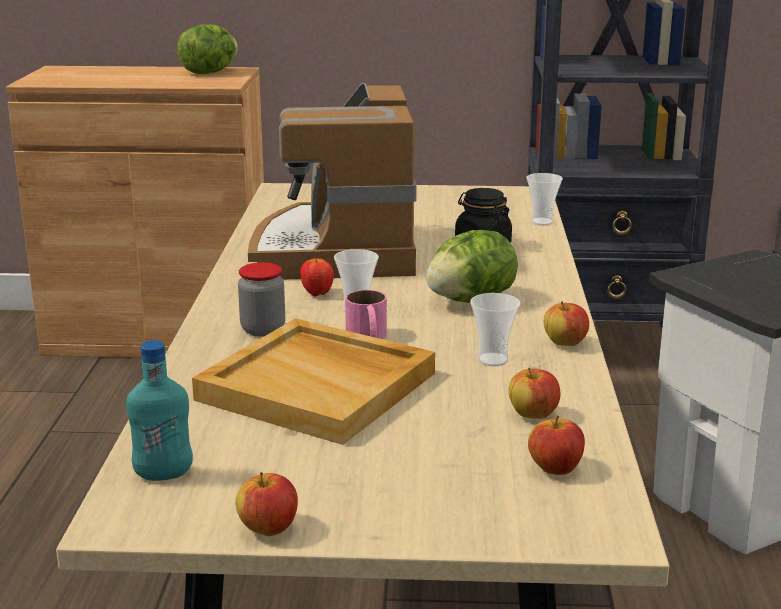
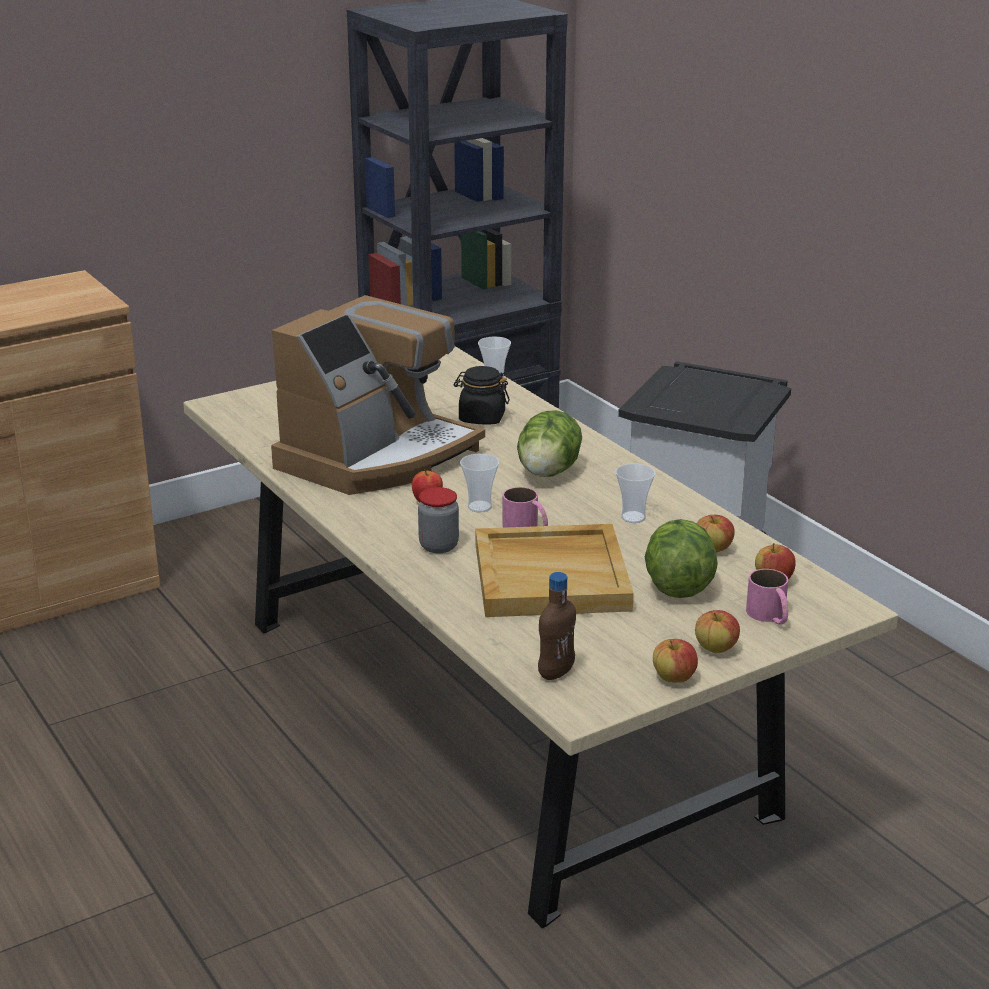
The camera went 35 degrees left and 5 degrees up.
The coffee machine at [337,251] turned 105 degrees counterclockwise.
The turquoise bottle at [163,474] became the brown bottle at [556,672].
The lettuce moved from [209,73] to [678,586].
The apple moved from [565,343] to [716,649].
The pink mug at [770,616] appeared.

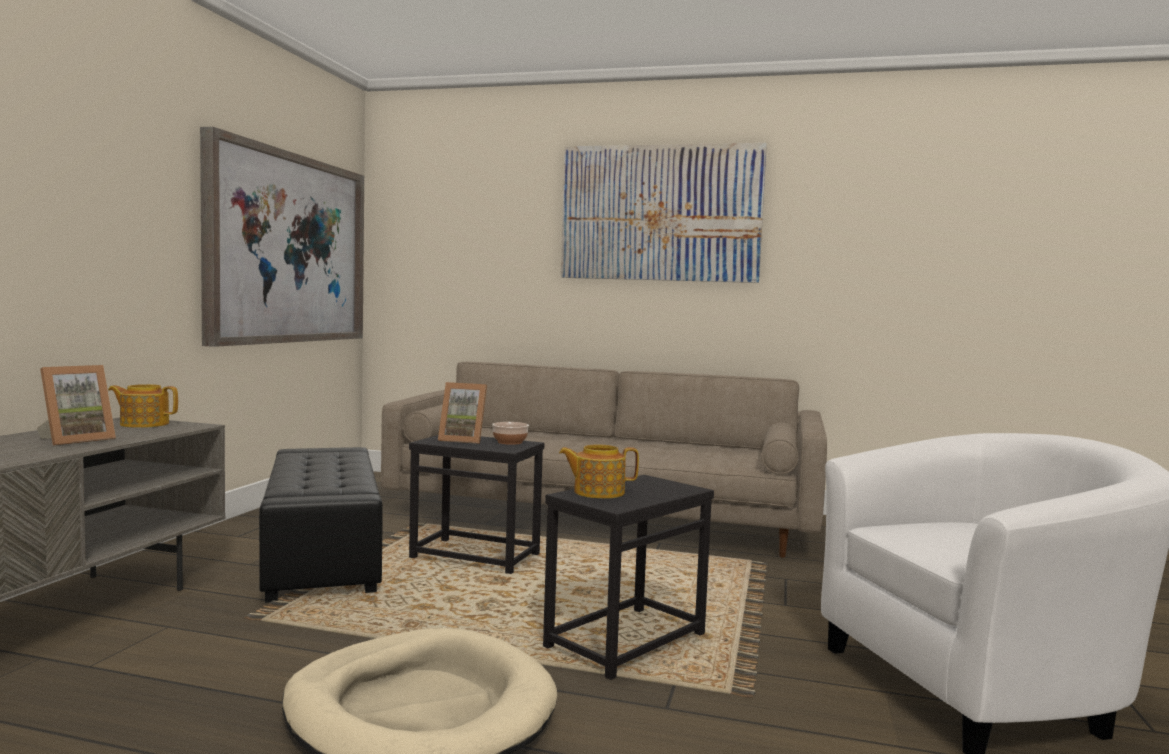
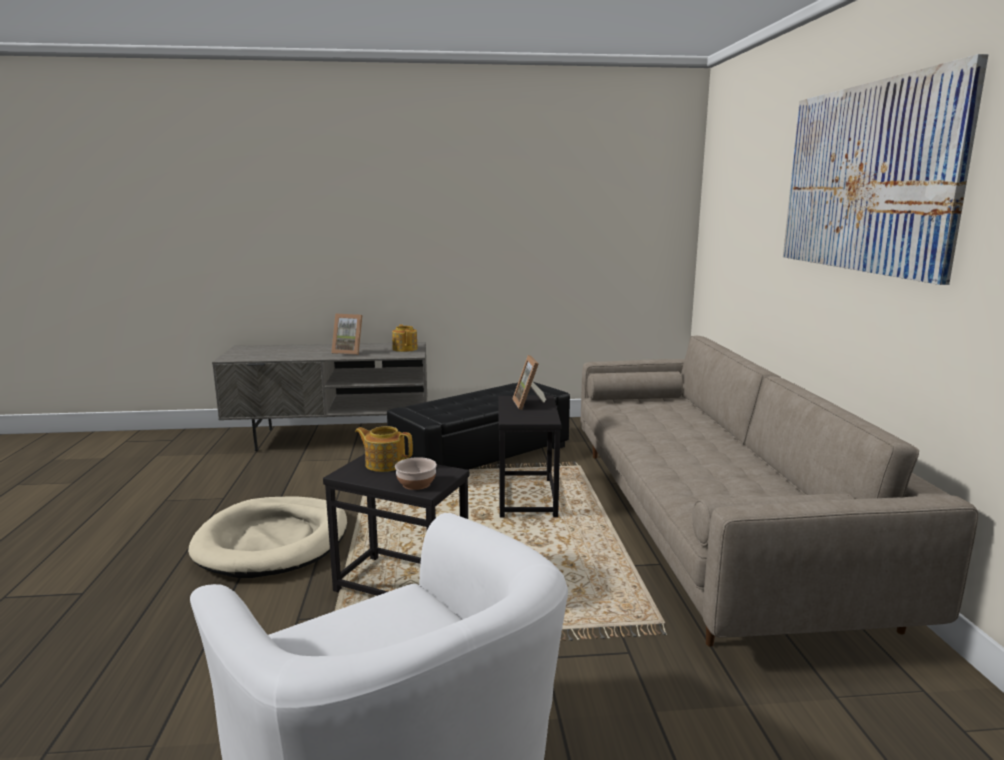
The camera went 70 degrees right and 10 degrees up.
The teapot at [597,492] turned 45 degrees counterclockwise.
The bowl moved from [510,442] to [417,483].
The picture at [288,249] disappeared.

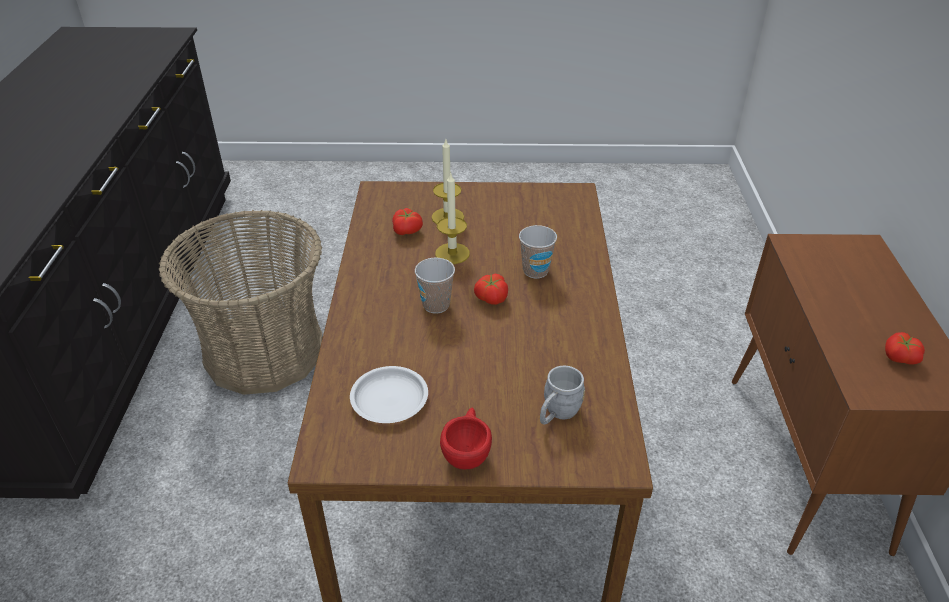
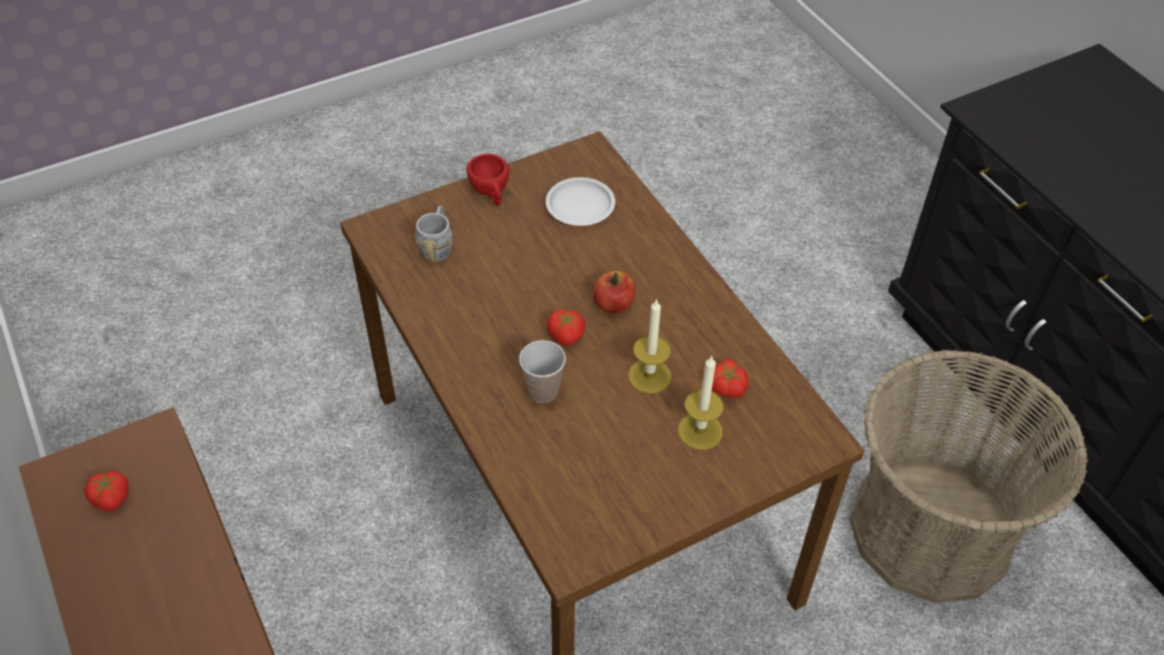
The camera went 150 degrees right and 10 degrees up.
The cup at [436,305] was replaced by the apple at [613,304].

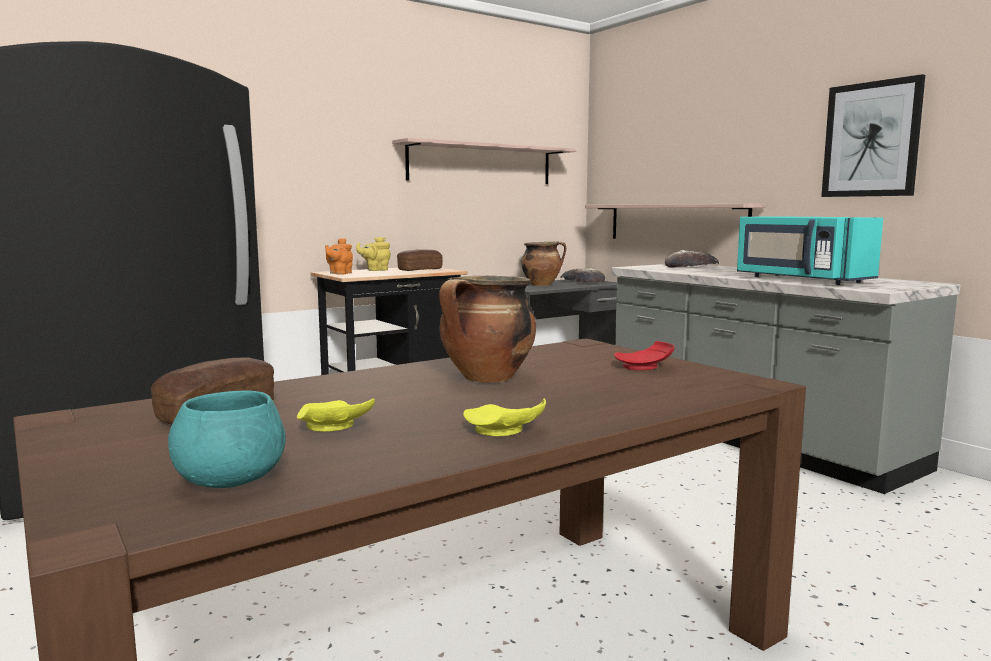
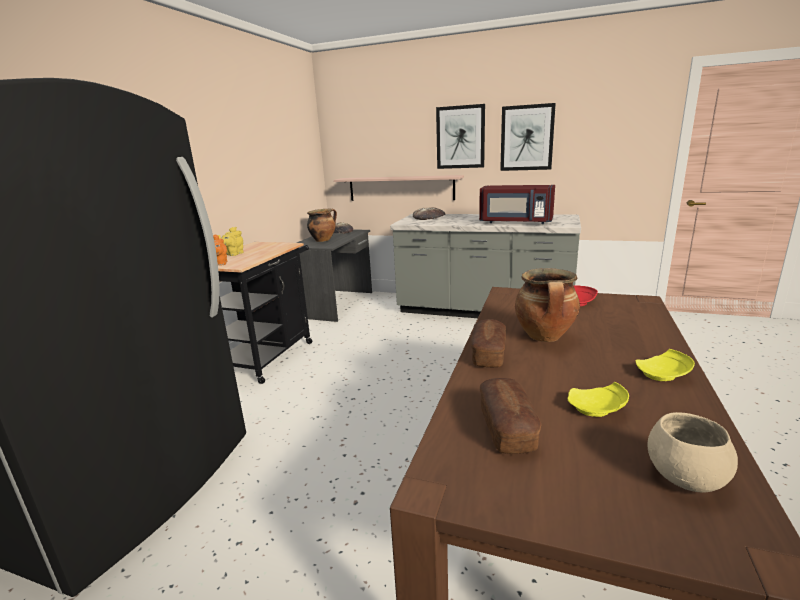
The camera went 35 degrees left and 10 degrees up.
The picture at [460,137] appeared.
The bread moved from [420,269] to [488,354].
The turquoise microwave at [800,279] became the red microwave at [515,222].
The turquoise bowl at [232,481] became the beige bowl at [686,477].
The shelf at [481,164] disappeared.

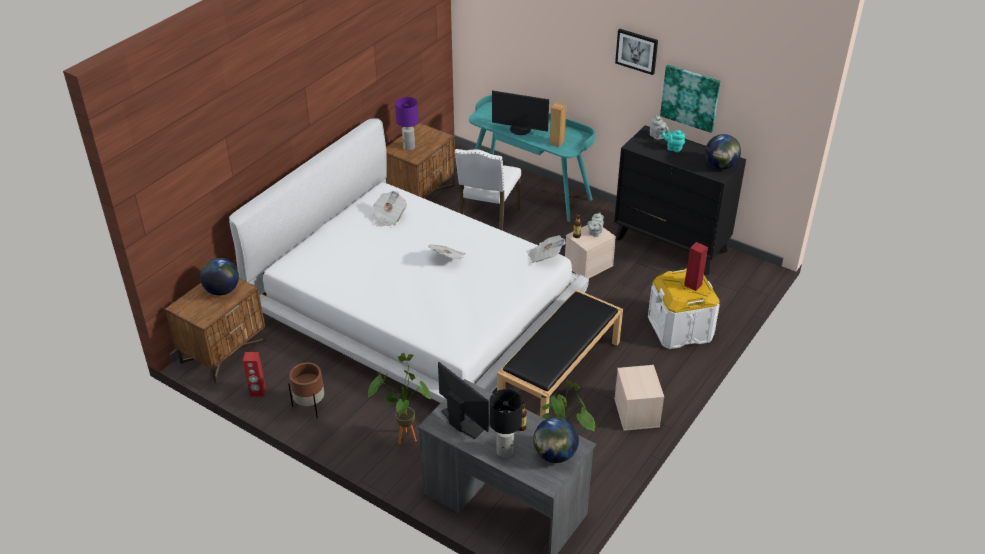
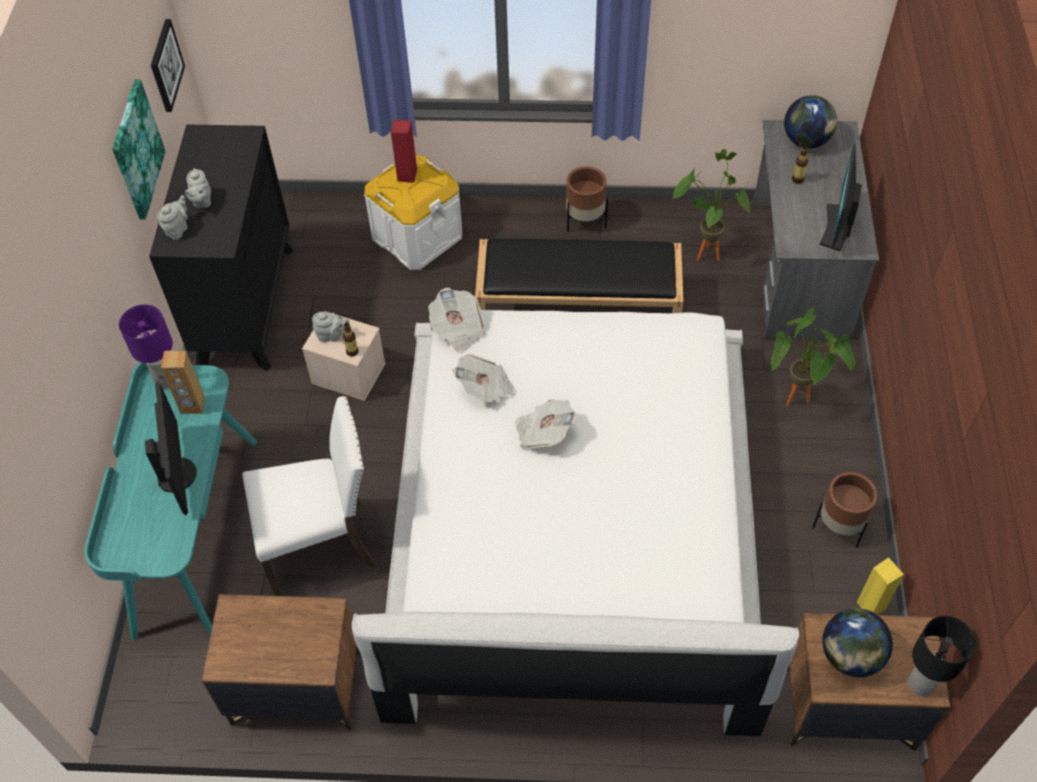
The camera went 120 degrees left and 15 degrees up.
The purple table lamp moved from [409,147] to [166,379].
The picture moved from [637,51] to [165,65].
The turquoise teapot at [673,148] became the grey teapot at [202,202].
The newspaper moved from [388,217] to [486,388].
The beige storage box at [637,413] was replaced by the brown planter at [585,221].
The red speaker at [257,392] became the yellow speaker at [871,605].
The black table lamp moved from [505,451] to [919,683].
The globe at [720,166] disappeared.

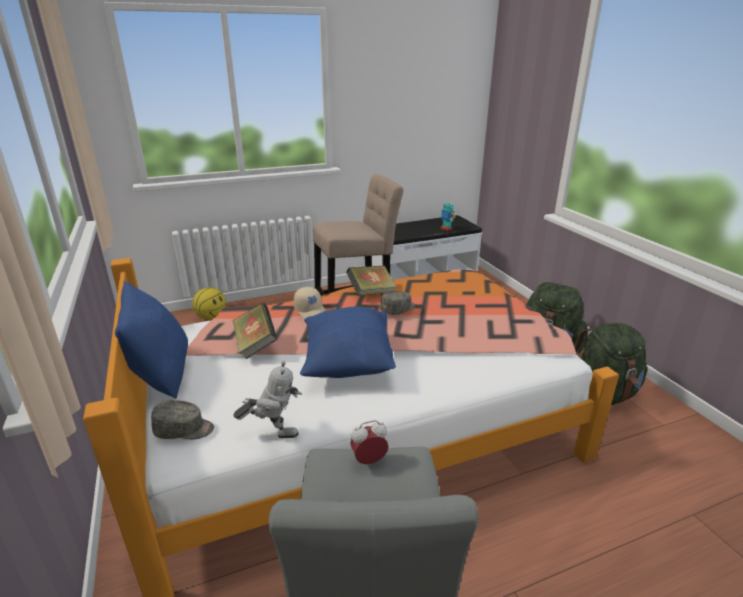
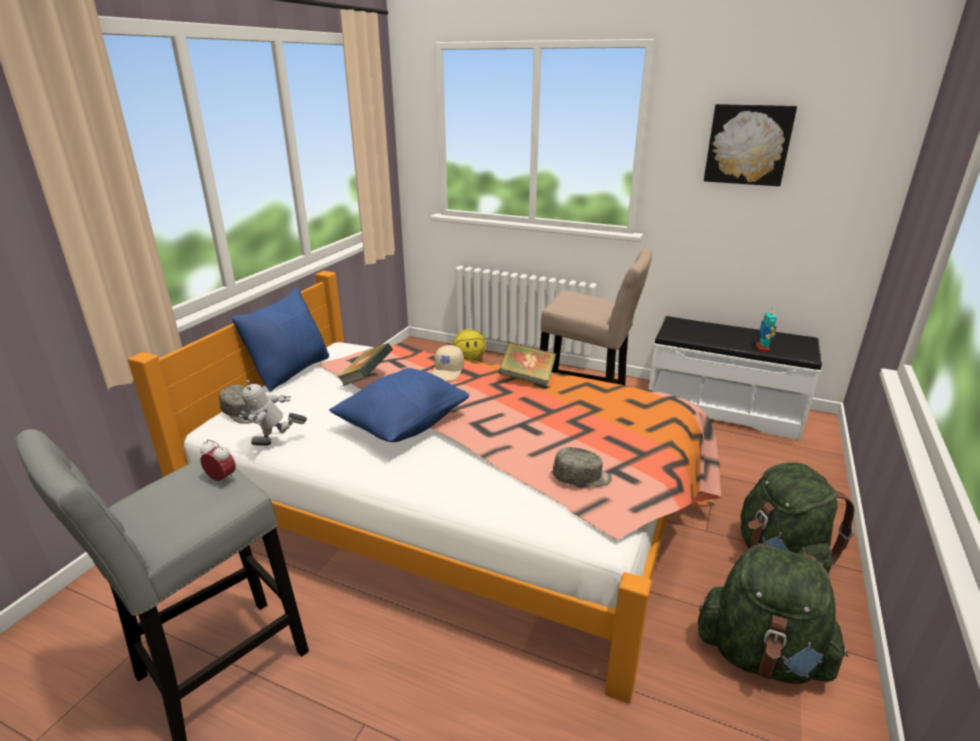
The camera went 45 degrees right and 0 degrees up.
The toy robot at [273,432] turned 120 degrees clockwise.
The grey cap moved from [398,309] to [582,478].
The picture at [748,144] appeared.

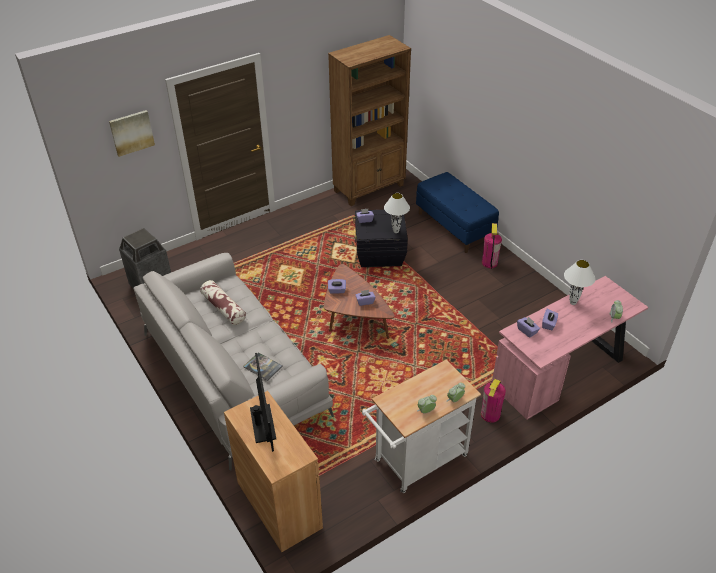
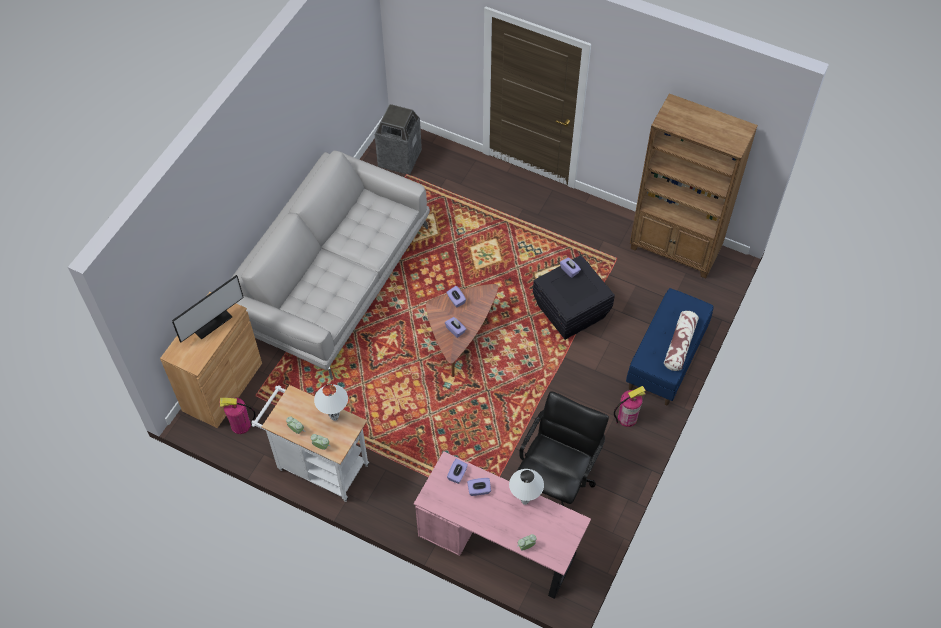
The camera went 60 degrees right and 15 degrees up.
The fire extinguisher moved from [490,414] to [240,425].
The white table lamp moved from [395,231] to [334,417].
The black office chair at [556,479] appeared.
The pillow moved from [223,308] to [680,345].
The picture at [131,132] disappeared.
The book at [263,367] disappeared.

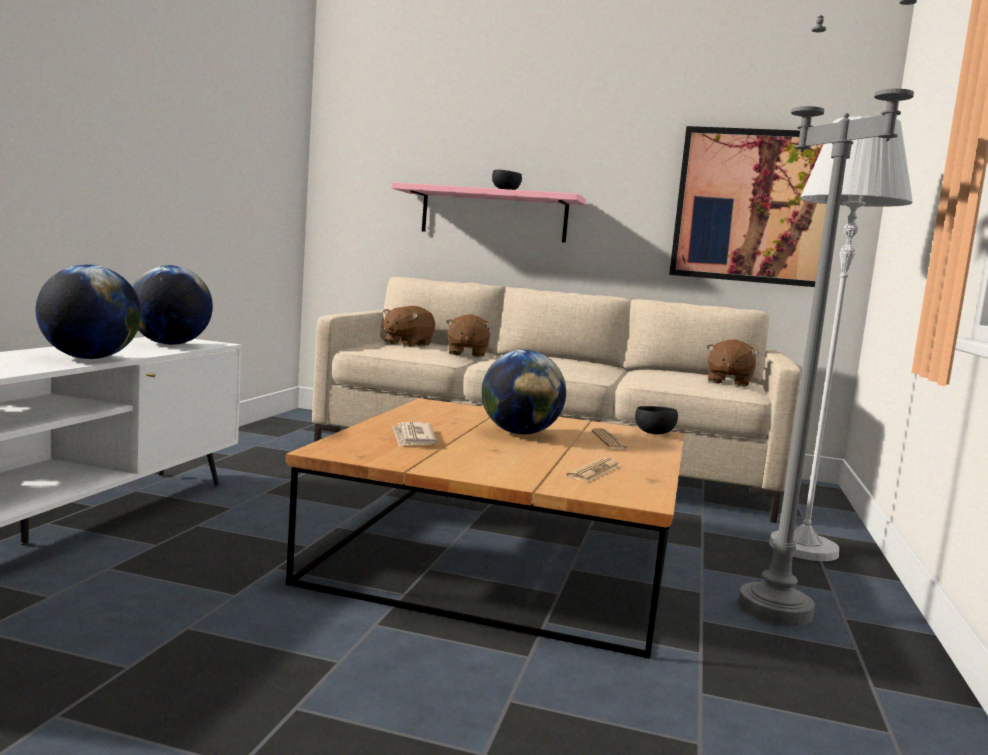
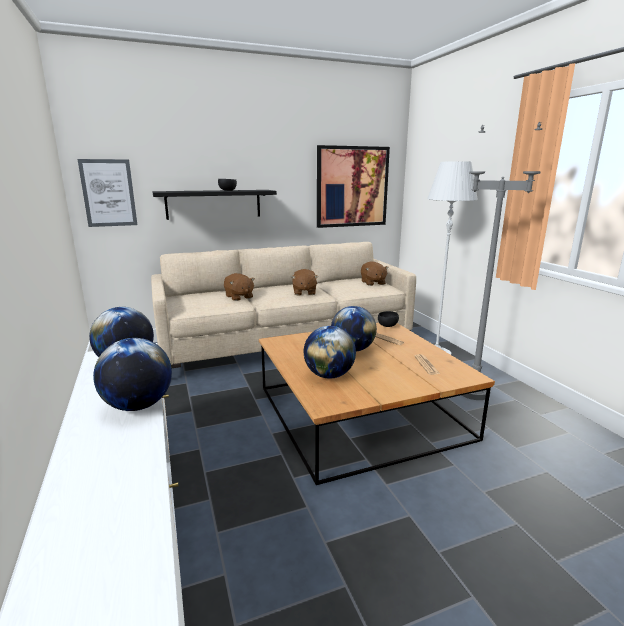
The camera went 35 degrees left and 10 degrees up.
The picture at [108,193] appeared.
The pink shelf at [493,215] became the black shelf at [213,204].
The brown plush toy moved from [407,344] to [304,292].
The newspaper at [413,438] was replaced by the globe at [329,375].

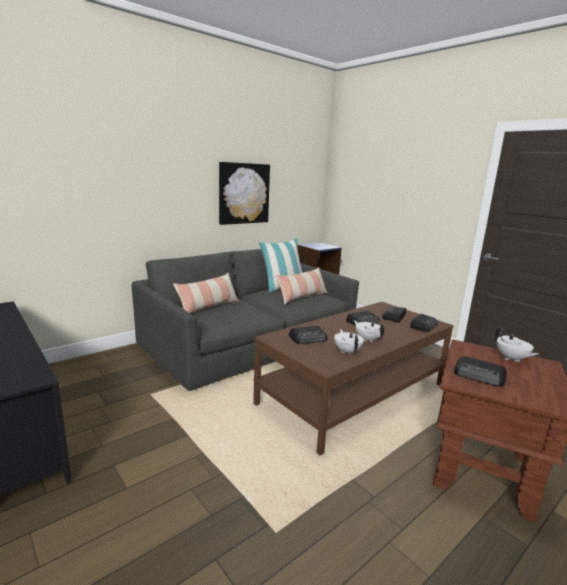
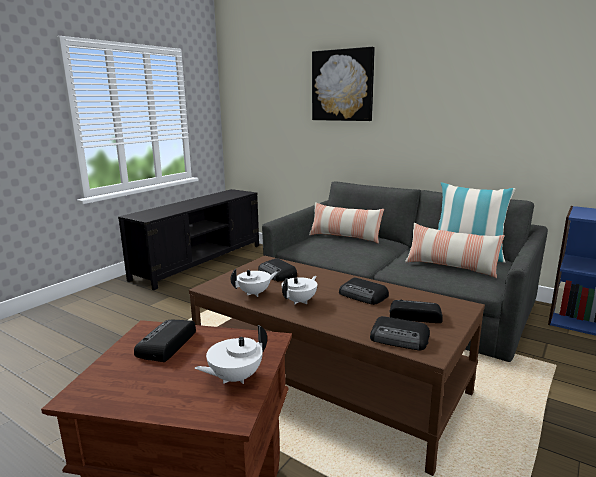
The camera went 75 degrees right and 0 degrees up.
The picture moved from [243,193] to [342,85].

